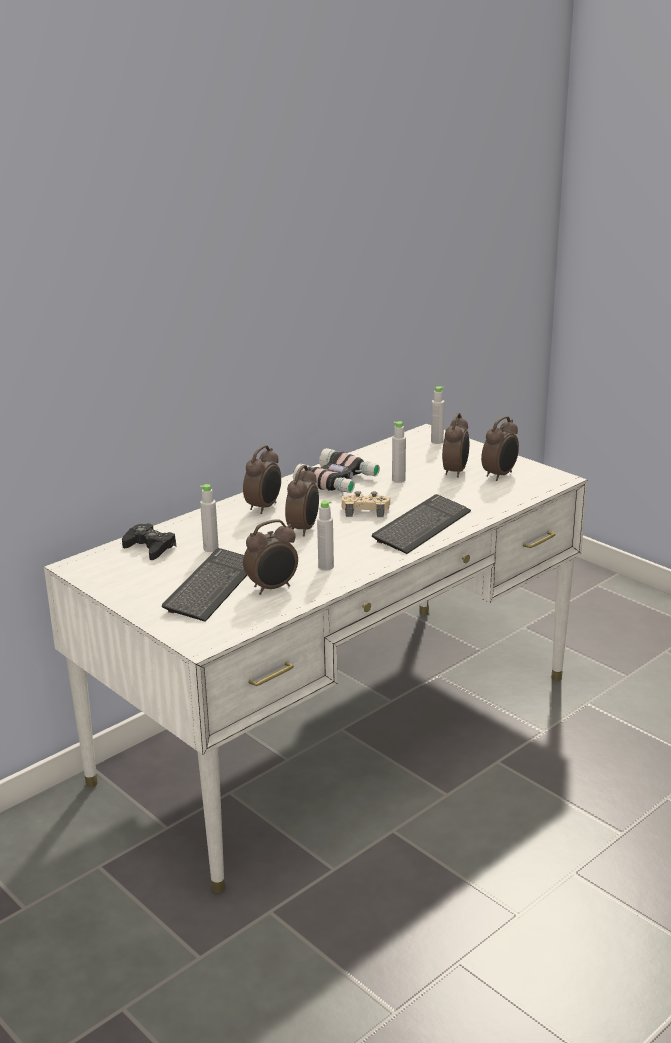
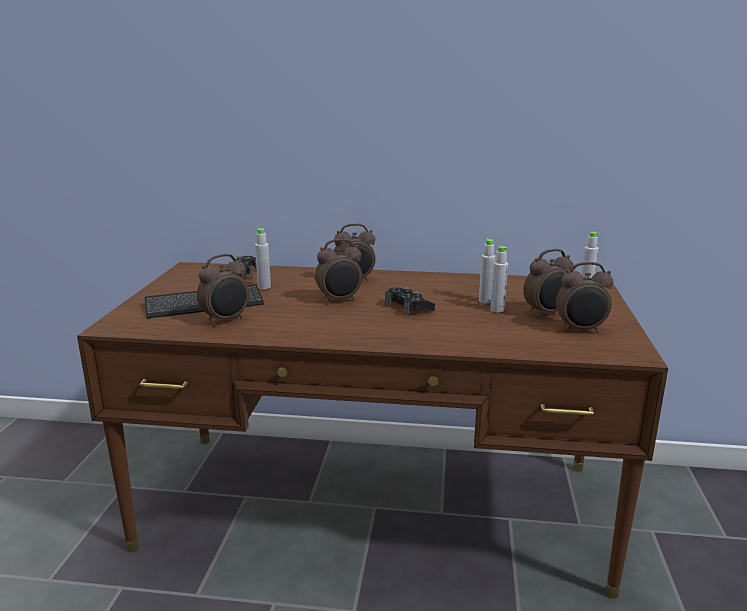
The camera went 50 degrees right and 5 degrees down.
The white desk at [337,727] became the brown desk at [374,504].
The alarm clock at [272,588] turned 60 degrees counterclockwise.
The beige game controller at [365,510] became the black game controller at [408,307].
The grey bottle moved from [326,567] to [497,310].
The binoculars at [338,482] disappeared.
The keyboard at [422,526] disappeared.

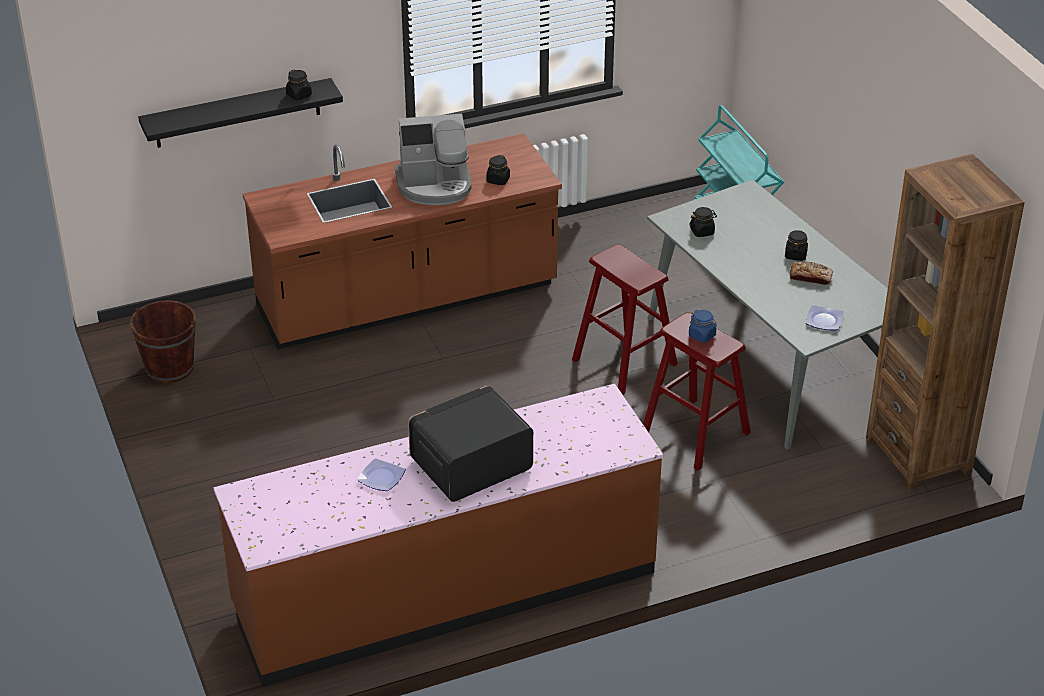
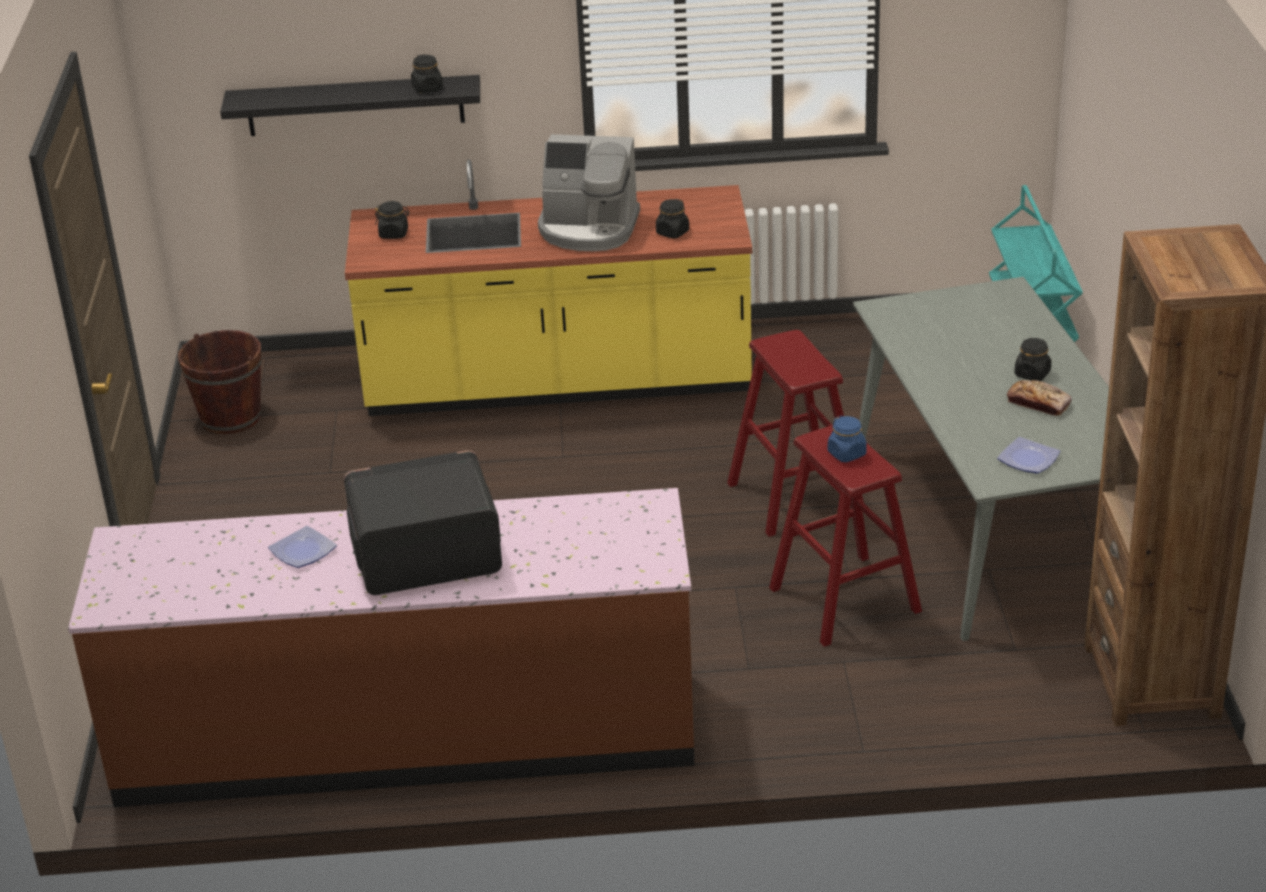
The camera went 20 degrees right and 5 degrees down.
The brown counter at [407,299] became the yellow counter at [558,383].
The black jar moved from [702,231] to [394,234].

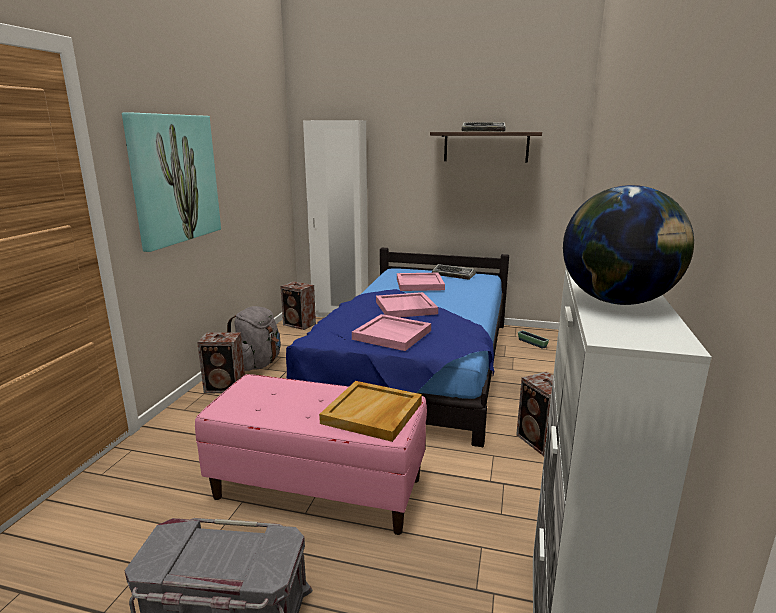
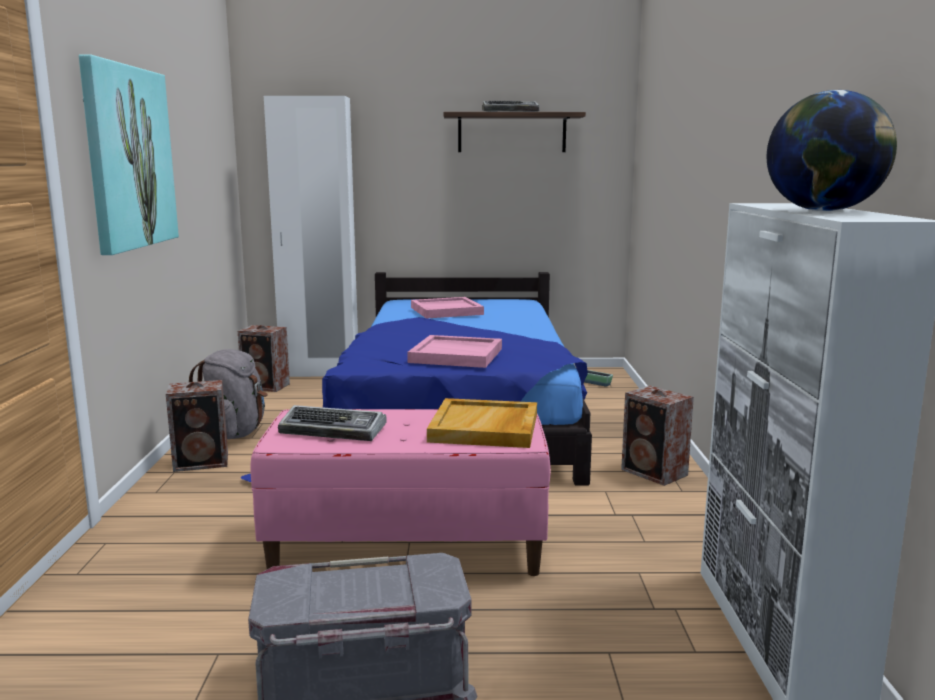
The camera went 15 degrees left and 5 degrees down.
The keyboard moved from [454,275] to [334,431].
The pink tray at [406,308] disappeared.

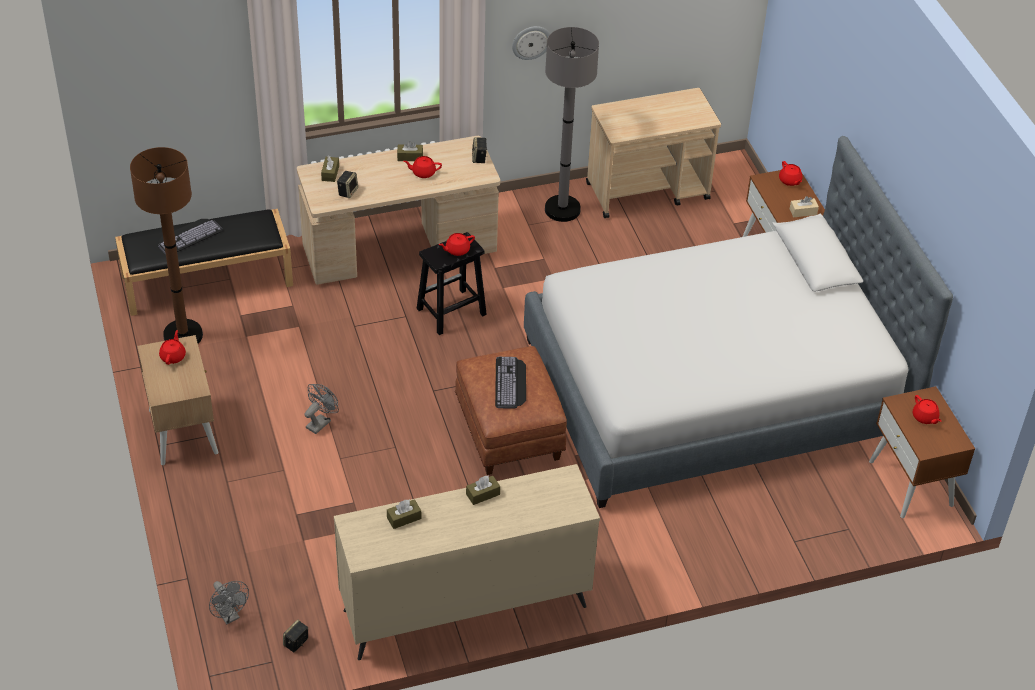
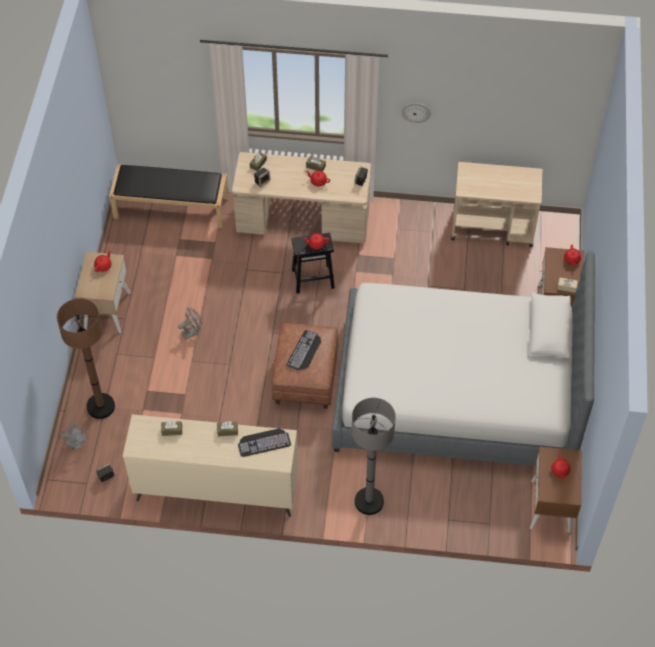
The camera went 25 degrees right and 10 degrees up.
The brown floor lamp moved from [183,335] to [100,406].
The keyboard moved from [188,235] to [264,441].
The grey floor lamp moved from [562,209] to [369,501].

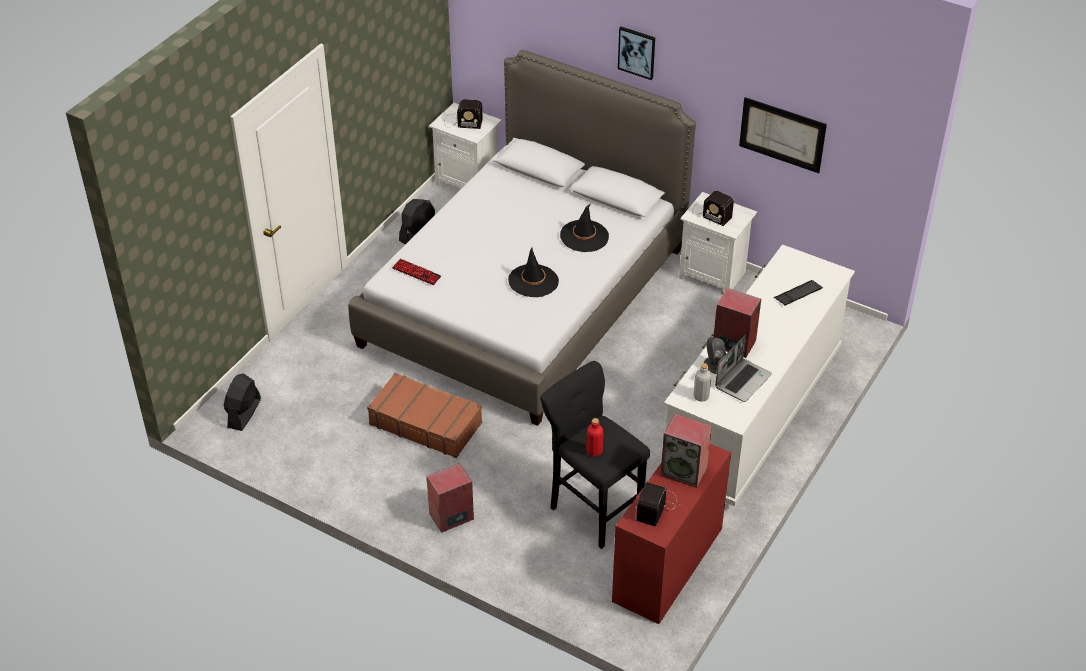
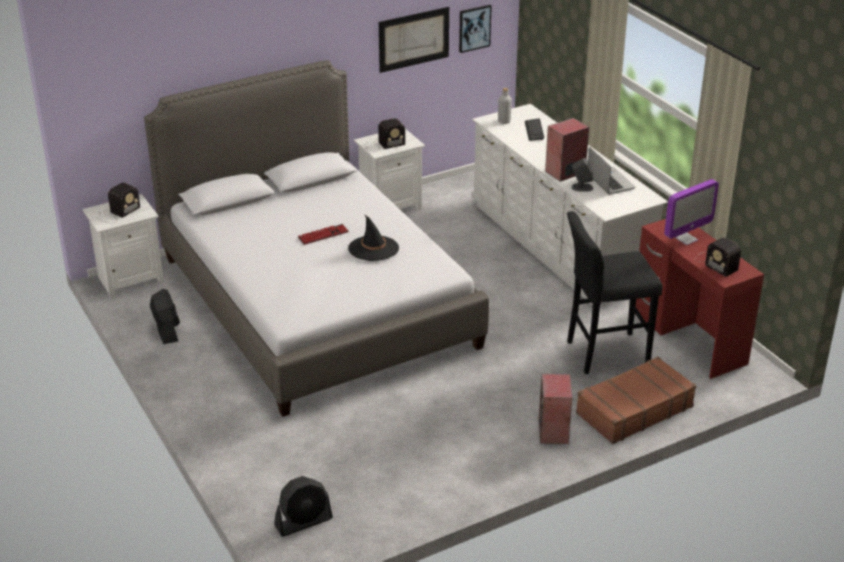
The camera went 60 degrees left and 10 degrees down.
The black fan at [244,413] turned 75 degrees counterclockwise.
The keyboard moved from [416,272] to [323,235].
The picture moved from [637,52] to [474,28].
The grey bottle moved from [701,396] to [504,121].
The brown suitcase moved from [426,423] to [633,410].
The speaker at [684,471] was replaced by the monitor at [686,239].
The black hat at [584,236] disappeared.
The red bottle at [594,451] disappeared.

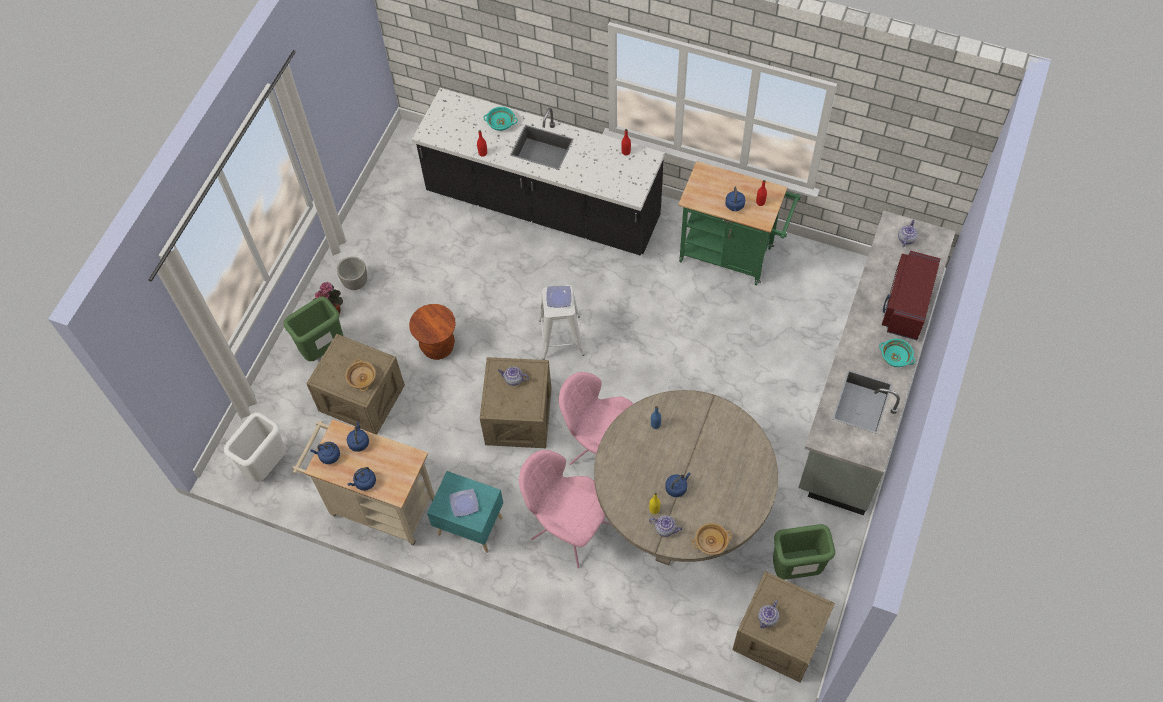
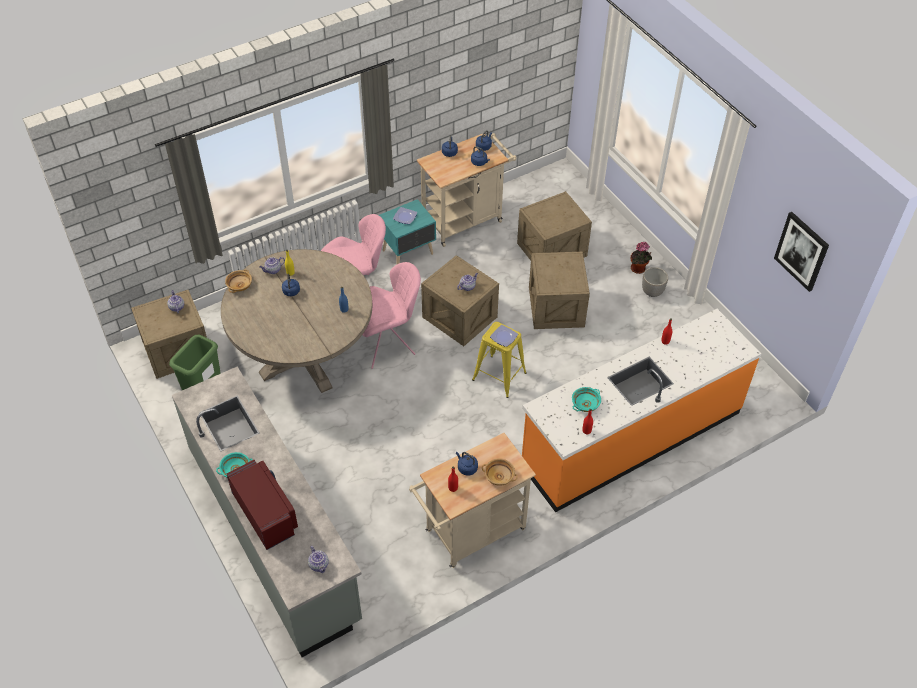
The camera went 125 degrees right and 10 degrees down.
The green cart at [732,255] became the beige cart at [470,533].
The white stool at [561,337] became the yellow stool at [499,376].
The beige bowl moved from [361,378] to [499,476].
The black counter at [542,207] became the orange counter at [631,438].
The brown stool at [438,347] was replaced by the crate at [556,306].
The turquoise bowl moved from [500,123] to [585,404].
The picture at [802,251] appeared.
The white trash can at [267,465] disappeared.
The green trash can at [323,349] disappeared.

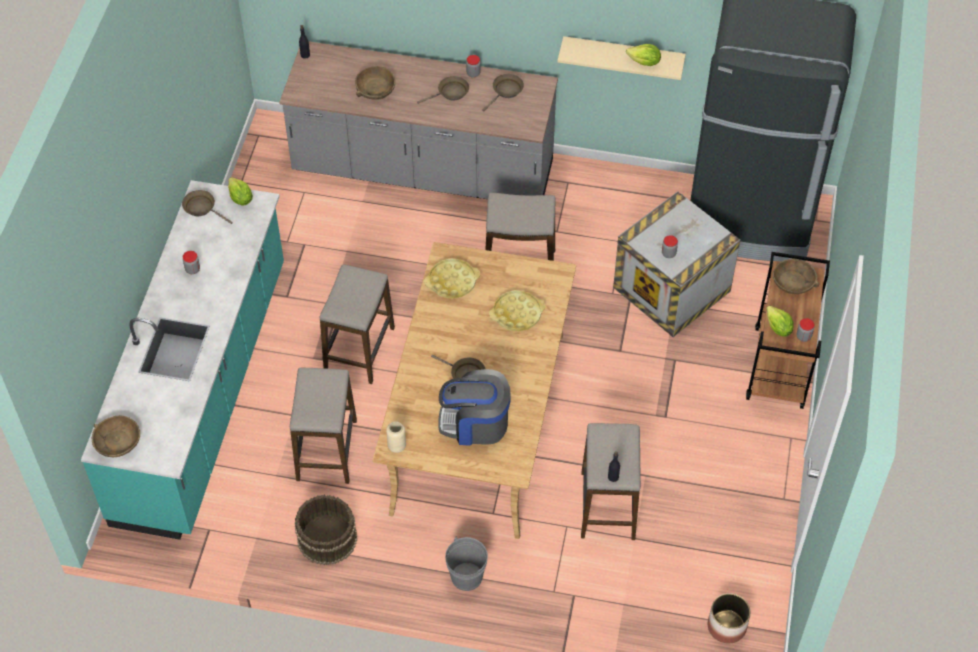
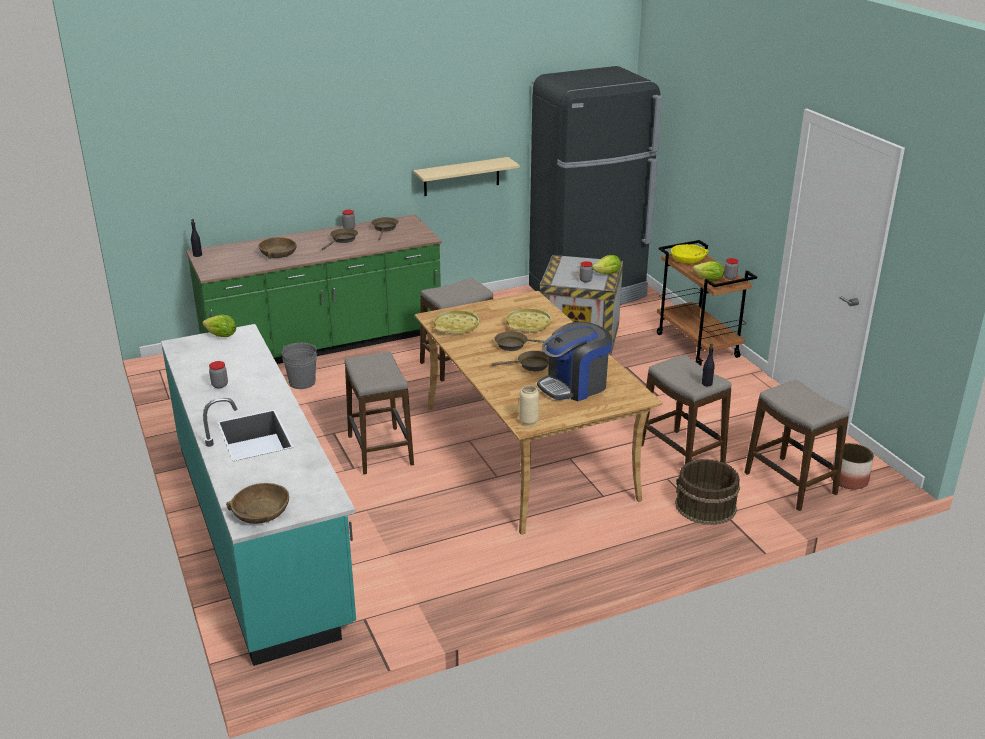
The camera went 35 degrees left and 25 degrees down.
The grey counter at [423,170] became the green counter at [323,343].
The grey bucket moved from [466,577] to [302,382].
The brown frying pan moved from [202,208] to [514,345].
The lettuce moved from [644,62] to [607,273].
The brown bowl at [793,281] became the yellow bowl at [688,259].
The brown bucket moved from [326,538] to [705,507].
The stool moved from [326,450] to [790,484].

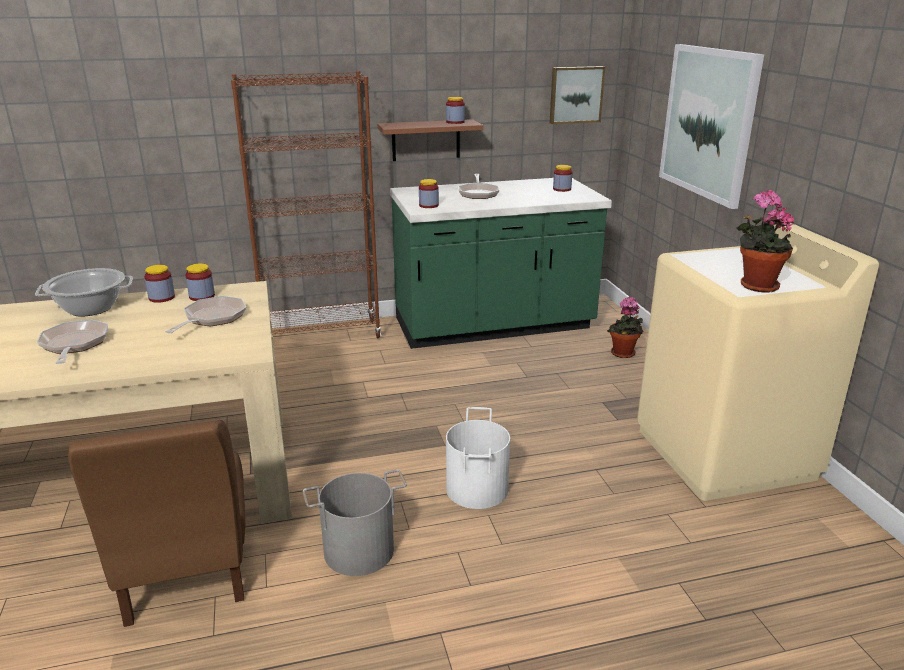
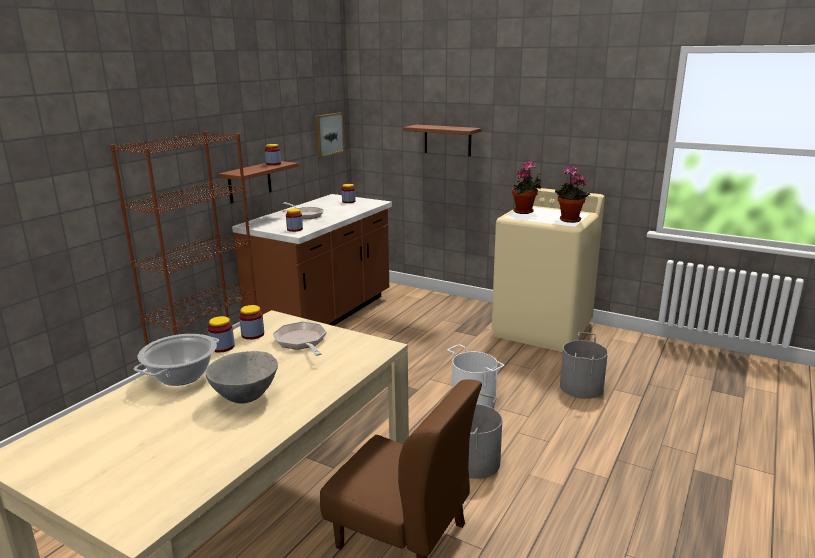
The camera went 45 degrees left and 5 degrees down.
The frying pan at [74,345] was replaced by the grey bowl at [246,397].
The green counter at [494,326] became the brown counter at [324,316].
The picture at [708,122] was replaced by the brown shelf at [447,140].
The potted plant moved from [623,354] to [525,212].
The grey bucket at [582,387] appeared.

